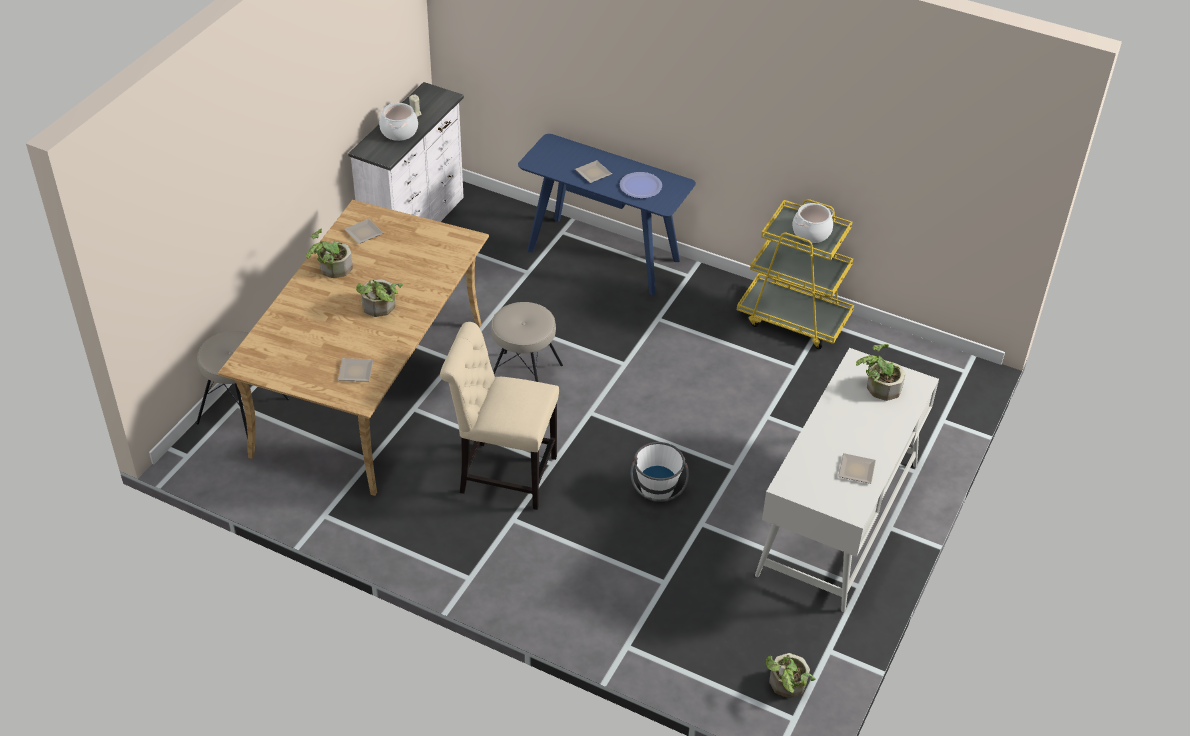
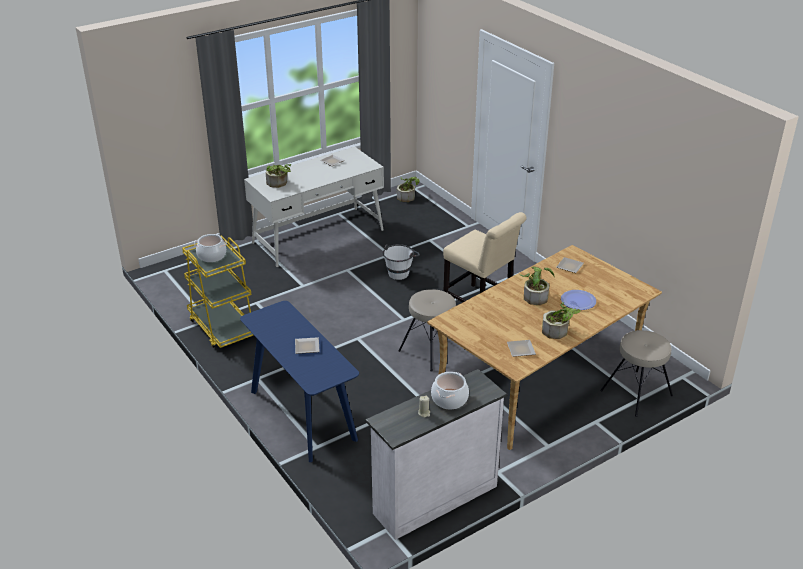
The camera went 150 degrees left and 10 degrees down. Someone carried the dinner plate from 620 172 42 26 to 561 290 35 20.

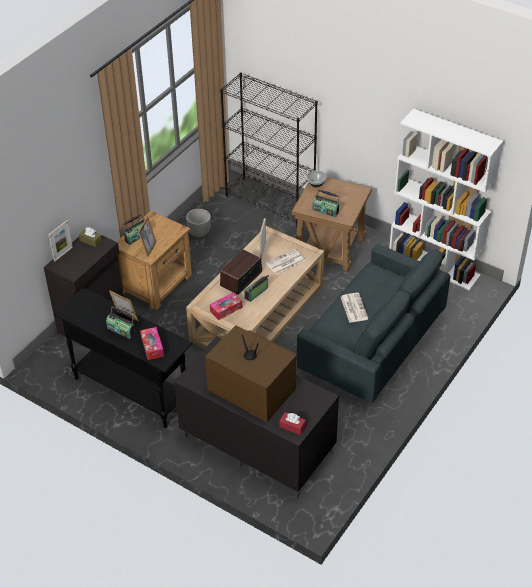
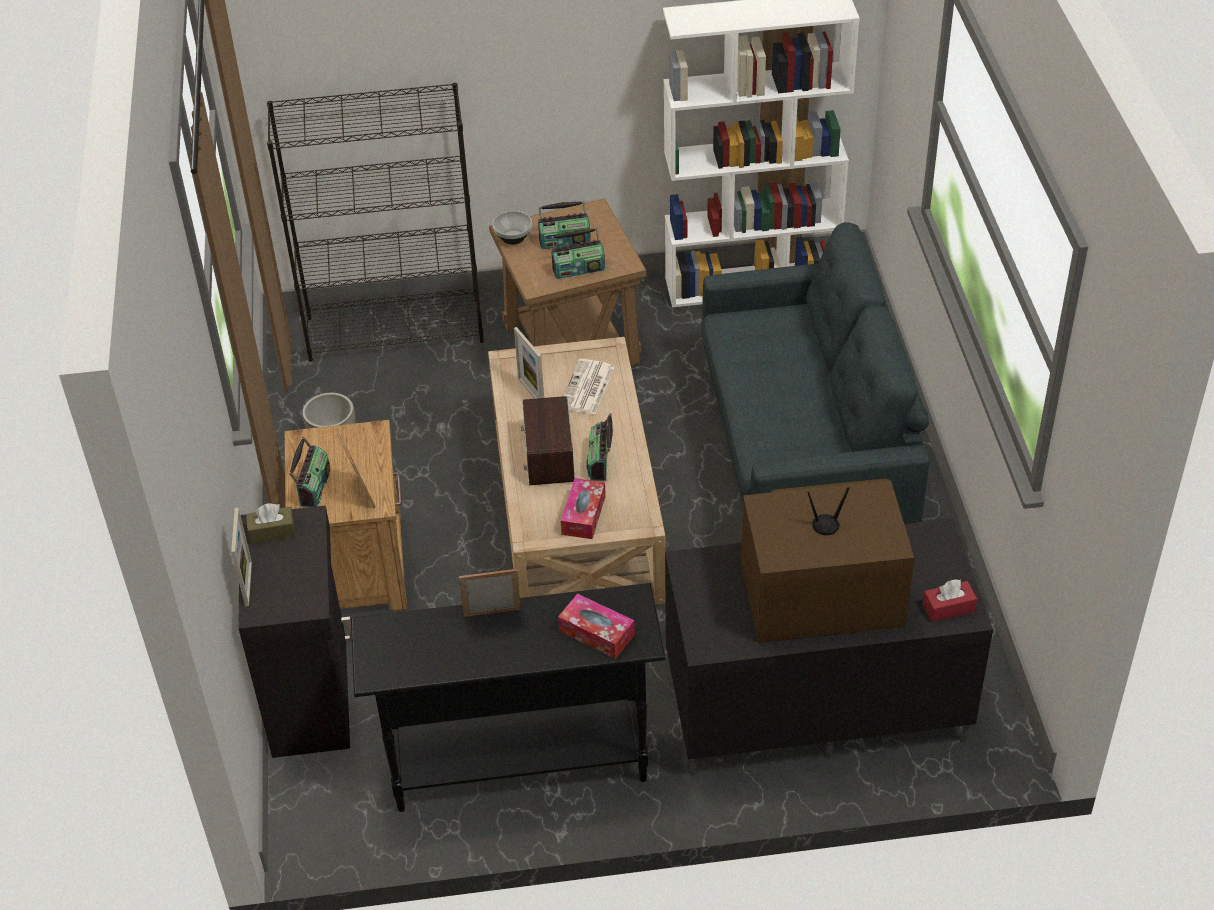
The camera went 40 degrees left and 0 degrees up. Someone carried the radio receiver from 106 306 29 33 to 538 201 53 48. Someone took away the printed paper at 341 293 27 30.

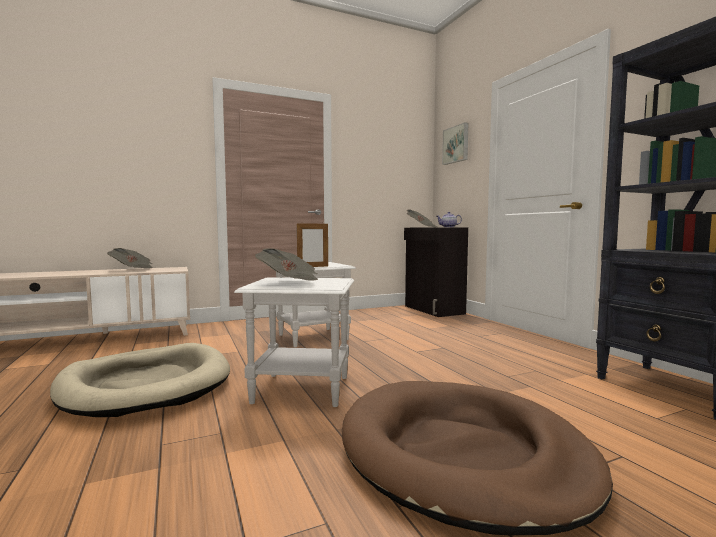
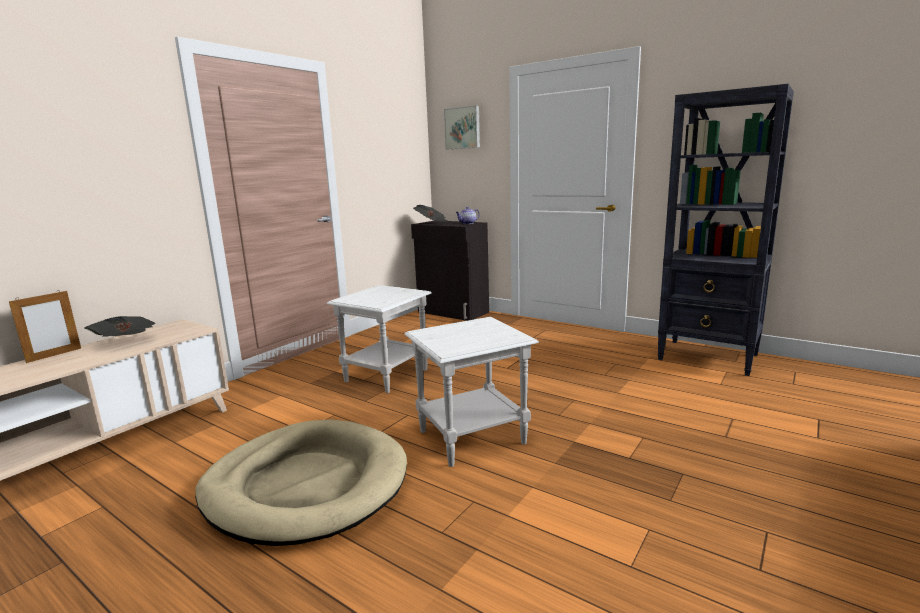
The camera went 30 degrees left and 10 degrees up. Someone carried the photo frame from 297 223 31 44 to 9 290 72 73. Someone took away the printed paper at 255 248 63 33. Someone took away the dog bed (brownish) at 342 381 271 154.

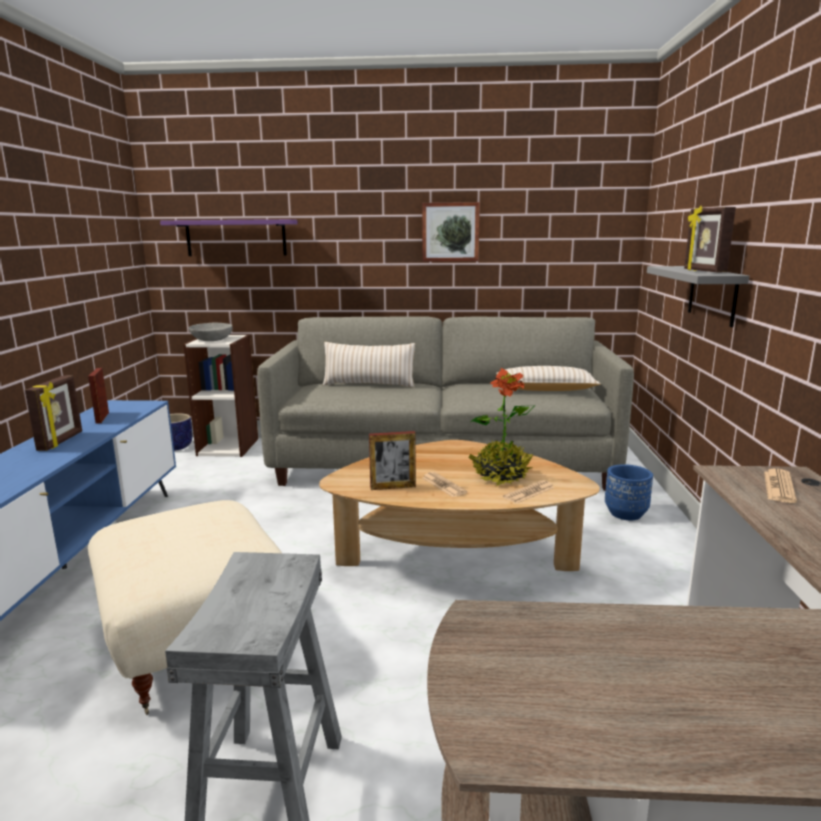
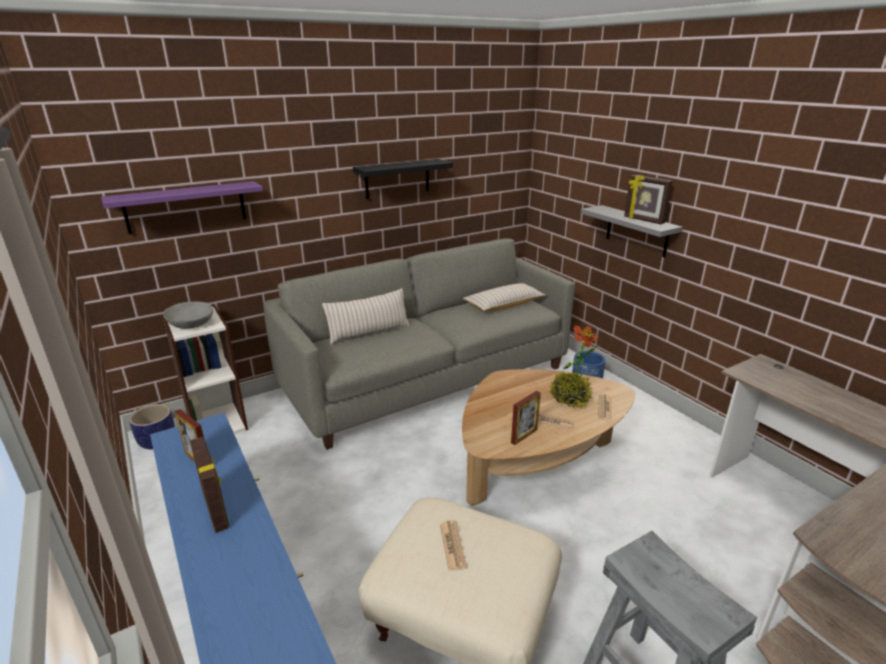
The camera went 35 degrees left and 10 degrees up. Someone swapped the picture at 422 202 58 59 for the wall shelf (black-coloured) at 353 159 100 40. Someone carried the printed paper from 764 469 33 34 to 440 520 27 51.

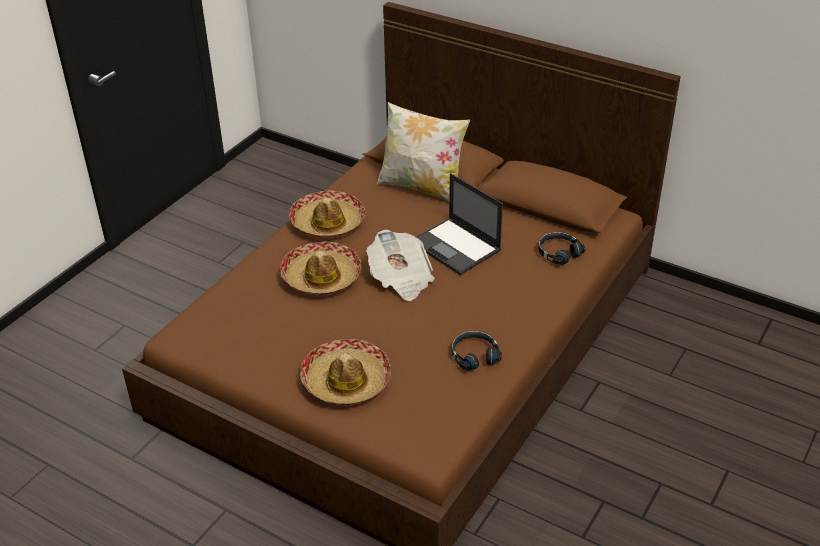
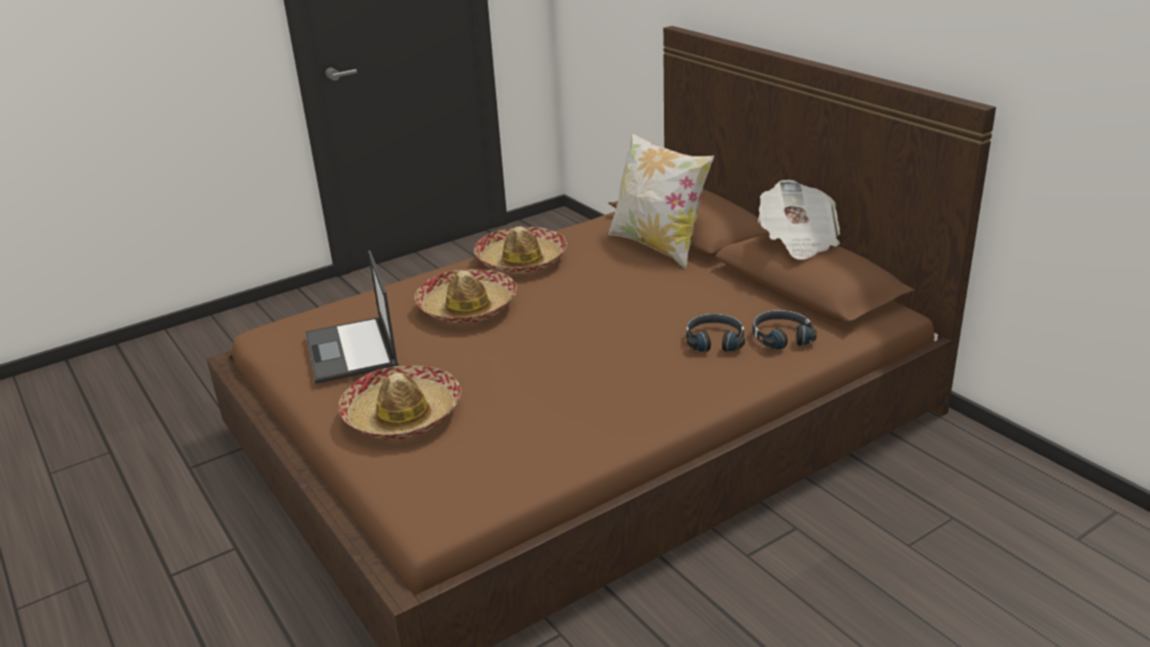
The camera went 25 degrees right and 10 degrees down. Someone carried the portable computer from 416 173 87 102 to 305 250 94 134. Someone carried the pair of headphones (black-coloured) from 452 331 50 40 to 686 313 59 39. Someone carried the printed paper from 366 229 69 72 to 758 180 82 80.

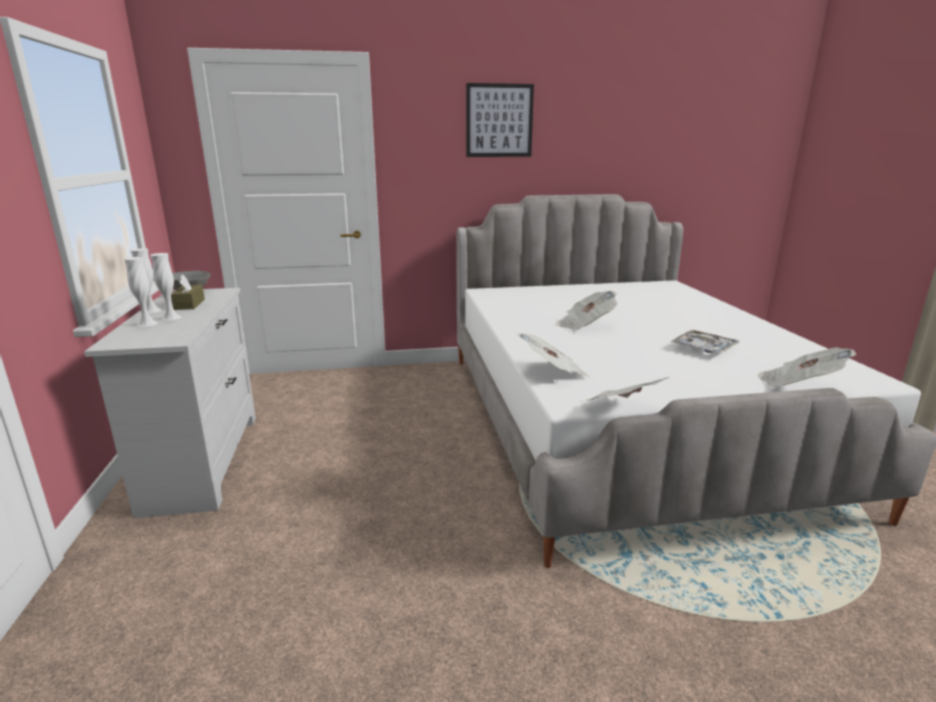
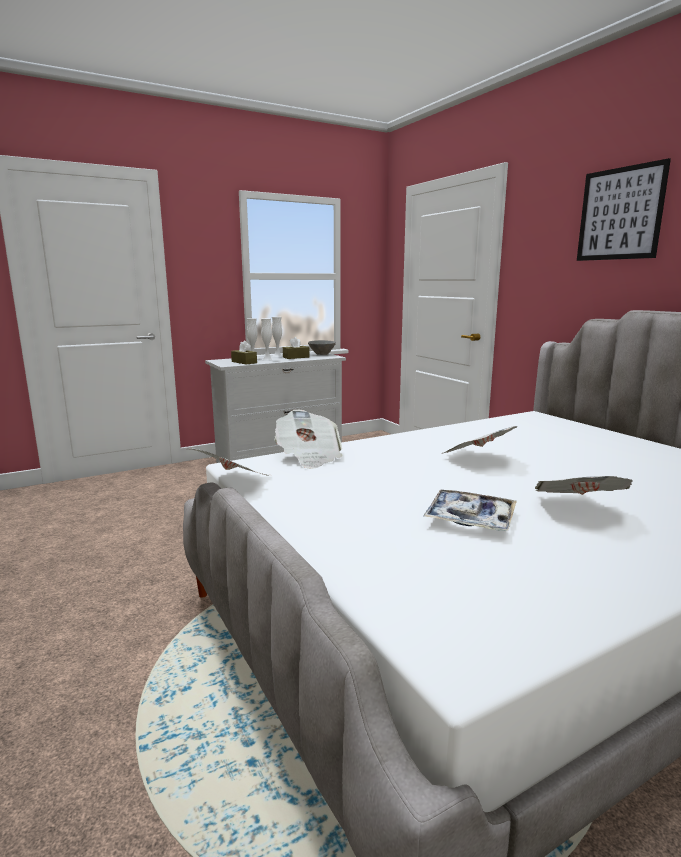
The camera went 70 degrees right and 5 degrees down. Someone put down the tissue holder (brownish) at 231 341 26 23. Someone carried the printed paper from 757 347 99 40 to 535 476 98 19.

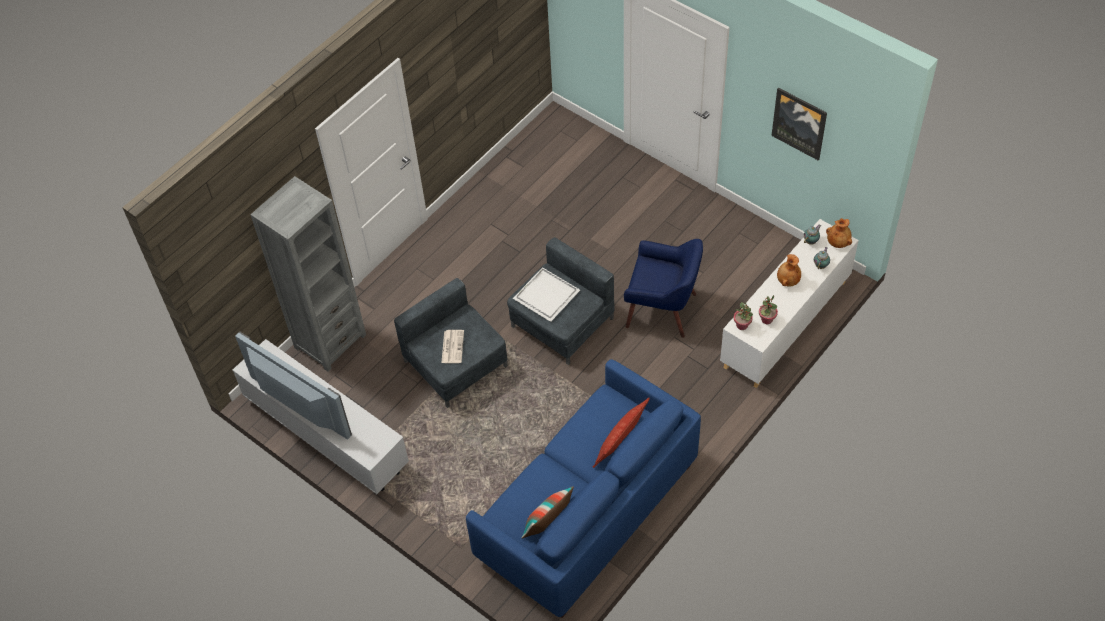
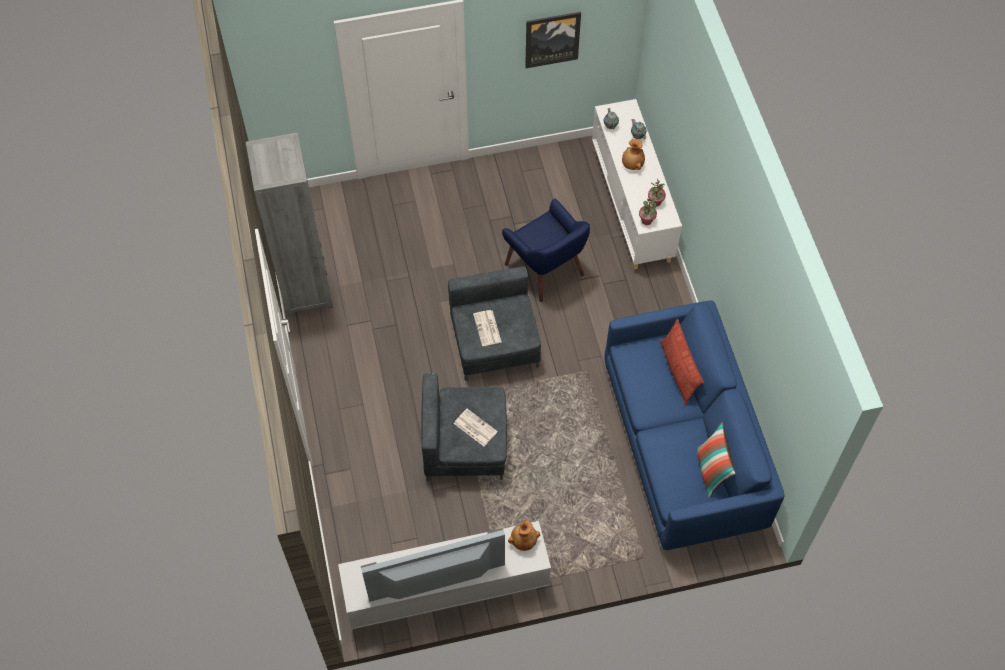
The camera went 55 degrees left and 5 degrees up. Someone carried the bookcase (greyish) from 251 176 115 196 to 246 133 87 184. Someone swapped the serving tray (whitish) at 513 267 67 55 for the printed paper at 473 310 29 36. Someone rotated the easy chair (blue) at 624 239 79 99 by 90 degrees clockwise. Someone carried the flower vase (brownish) from 826 218 26 30 to 508 520 32 31.

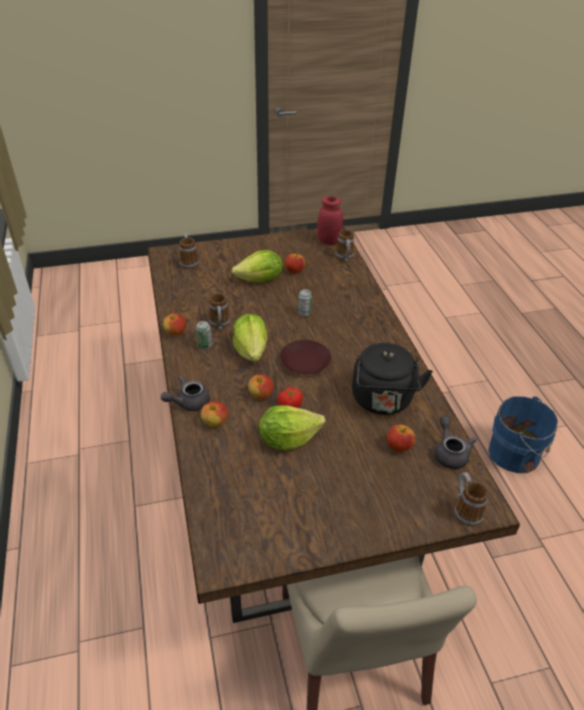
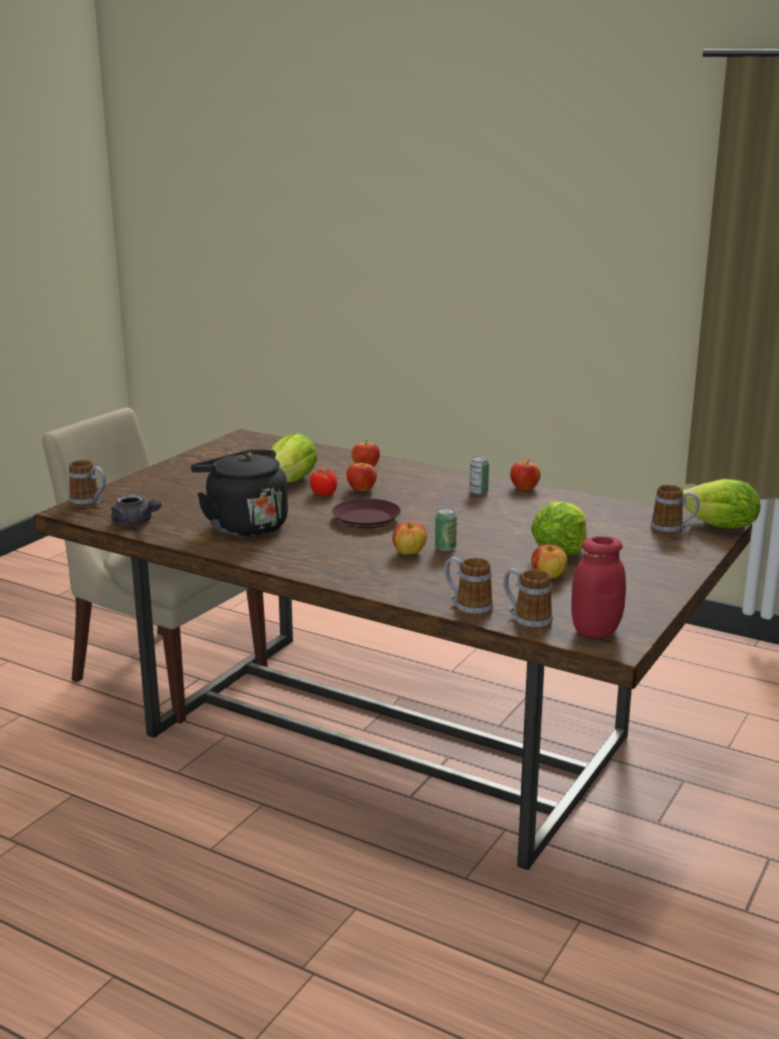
The camera went 135 degrees right and 20 degrees down. Someone carried the whole apple from 387 425 28 27 to 392 522 35 33. Someone carried the mug from 209 293 21 37 to 444 557 49 61. Someone carried the lettuce head from 233 314 35 47 to 683 479 78 50. Someone took away the tea pot (greyish) at 161 376 49 35. Someone took away the water bucket (blue) at 488 396 70 77.

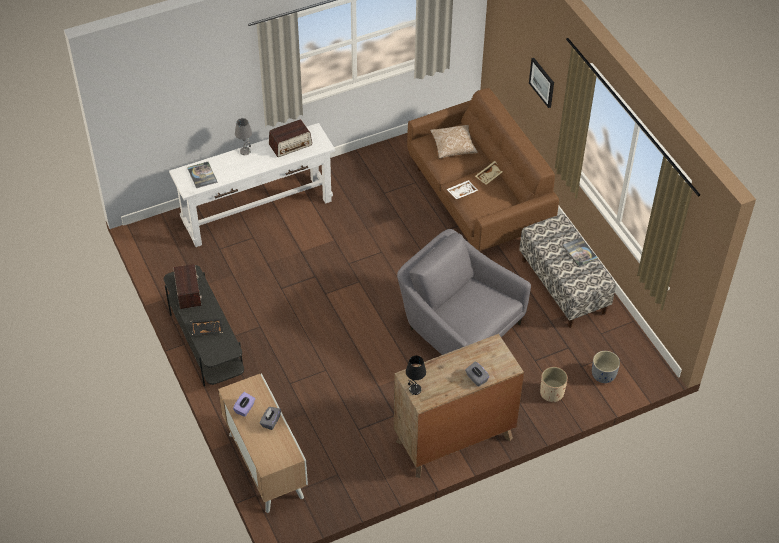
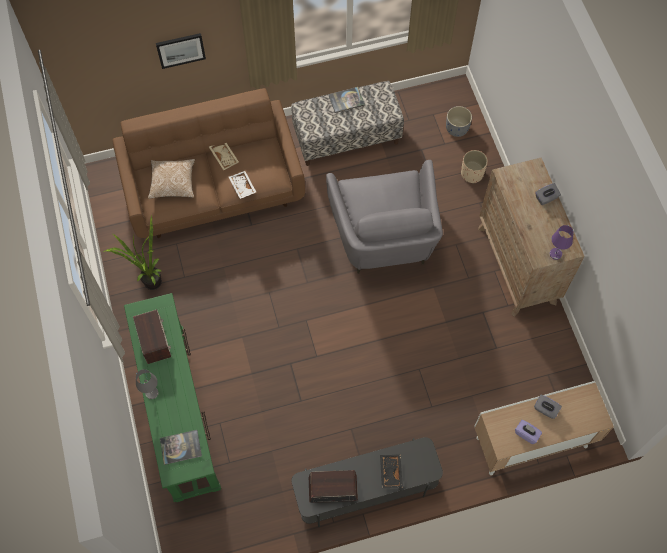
The camera went 80 degrees left and 15 degrees up. Someone put down the potted plant at 103 216 59 74. Someone repainted the console table (whitish) at 169 123 166 124, which became the console table (green) at 124 293 97 209. Someone rotated the easy chair (greyish) at 397 229 134 126 by 60 degrees counterclockwise. Someone repainted the table lamp (black-coloured) at 406 356 20 39, which became the table lamp (purplish) at 550 225 24 35.

